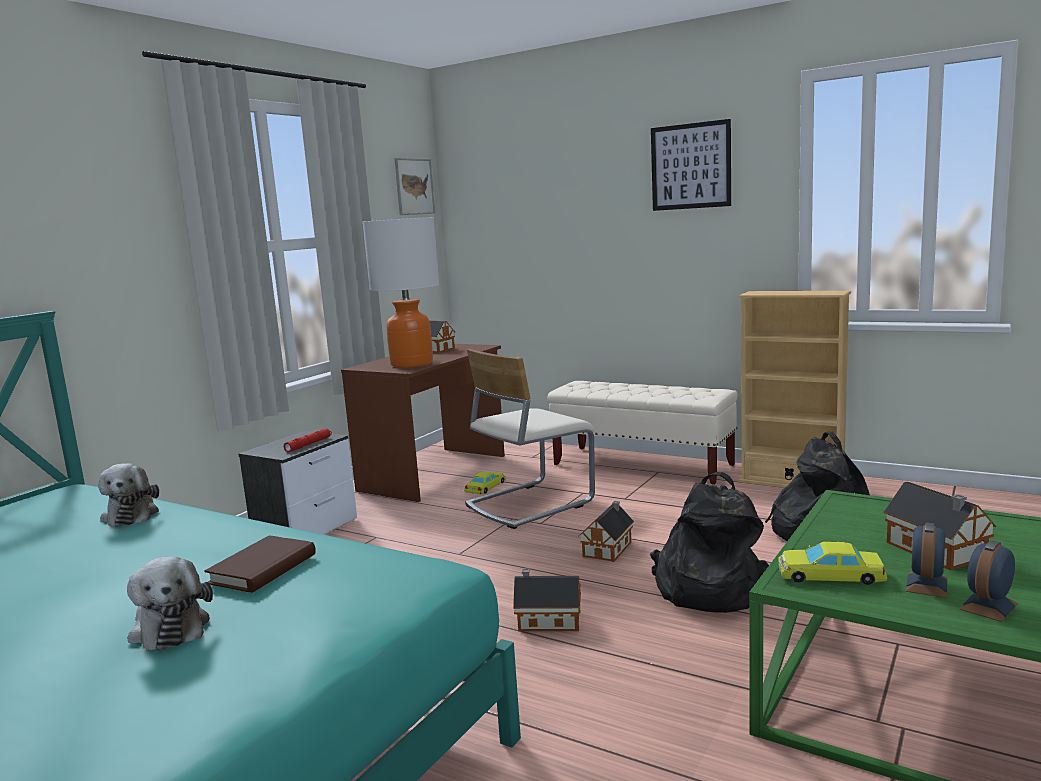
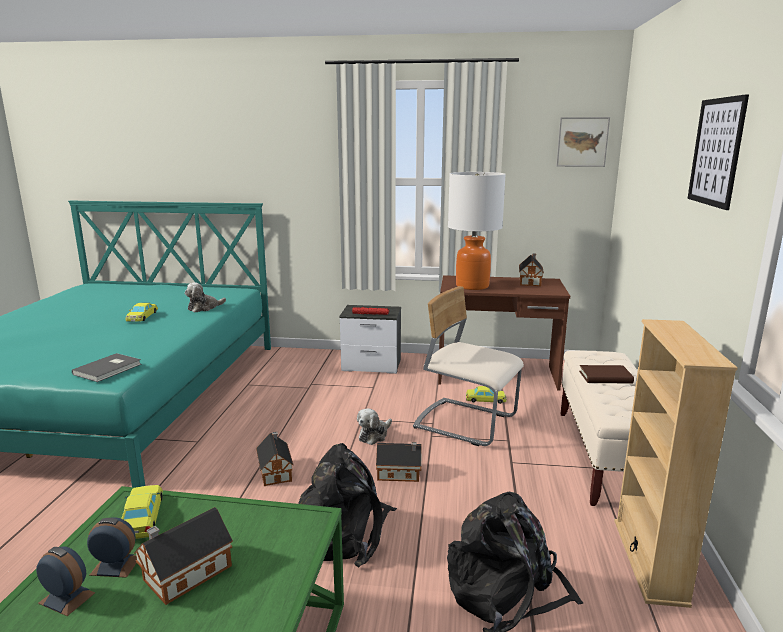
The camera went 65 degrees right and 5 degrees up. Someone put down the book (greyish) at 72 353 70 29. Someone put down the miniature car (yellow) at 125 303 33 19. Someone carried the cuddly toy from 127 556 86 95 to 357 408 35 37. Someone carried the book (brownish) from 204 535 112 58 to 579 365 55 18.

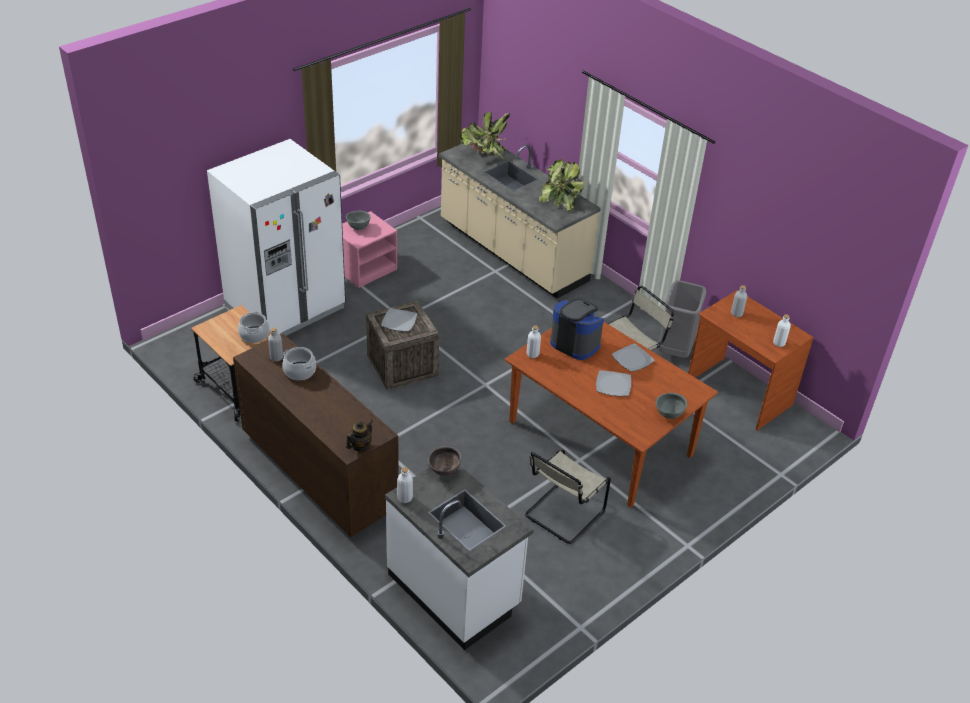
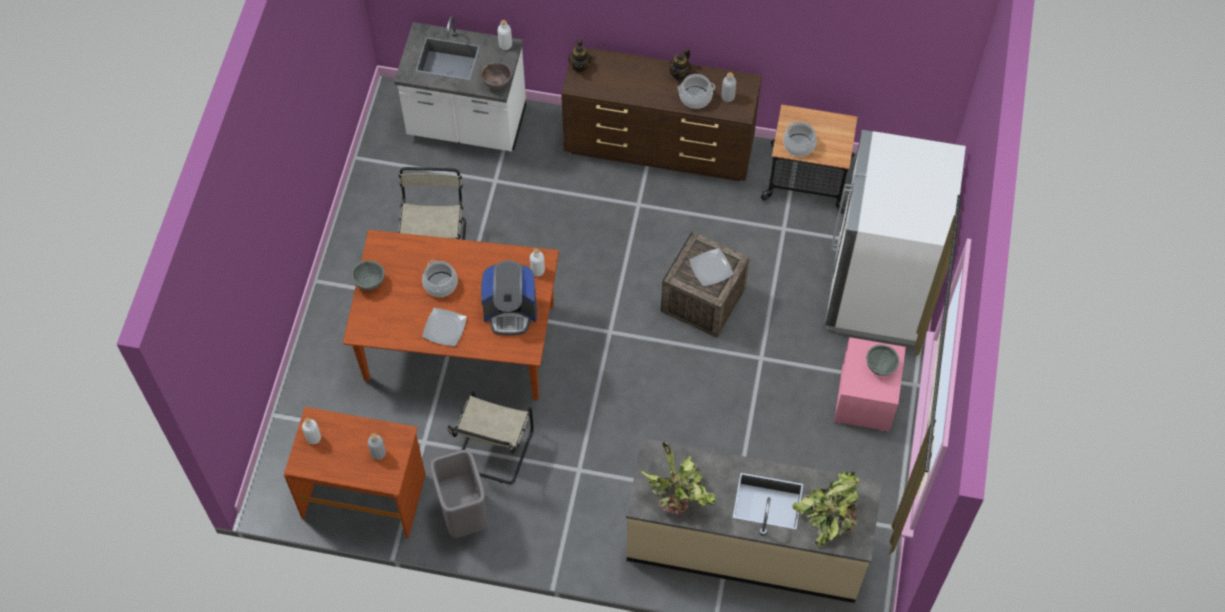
The camera went 145 degrees right and 20 degrees up. Someone swapped the dinner plate at 596 370 35 26 for the saucepot at 422 260 36 37. Someone put down the tea pot at 669 48 22 32.

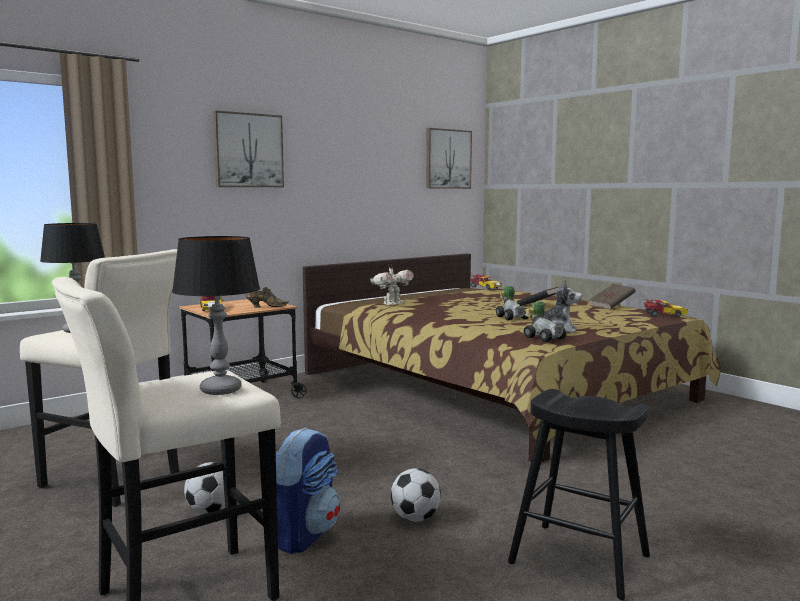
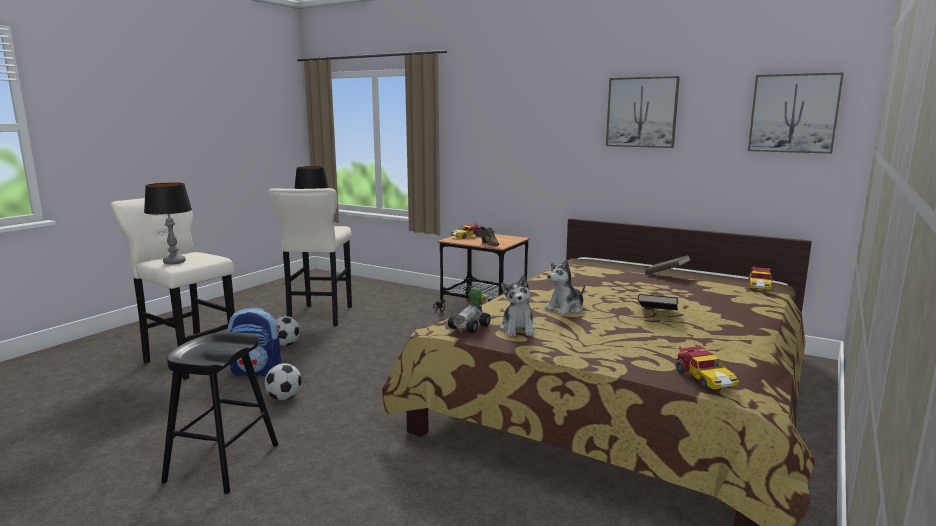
The camera went 70 degrees right and 5 degrees up. Someone swapped the miniature car at 496 286 33 34 for the cuddly toy at 545 259 40 56. Someone carried the picture from 213 110 71 77 to 606 76 74 72. Someone carried the book (brownish) from 589 284 46 25 to 644 255 47 20. Someone took away the toy robot at 370 264 44 41.

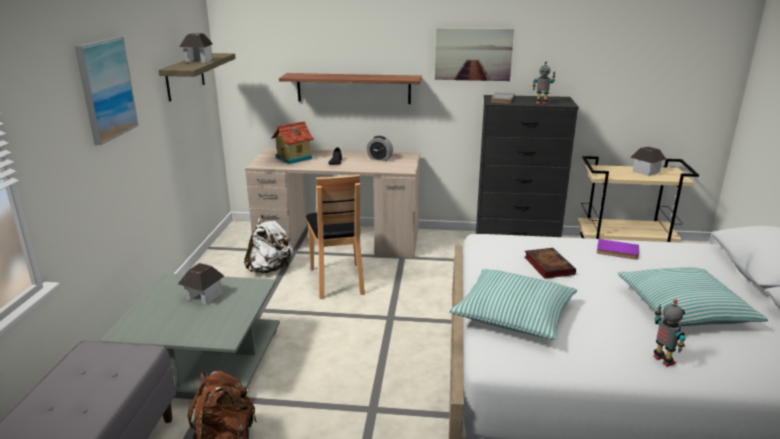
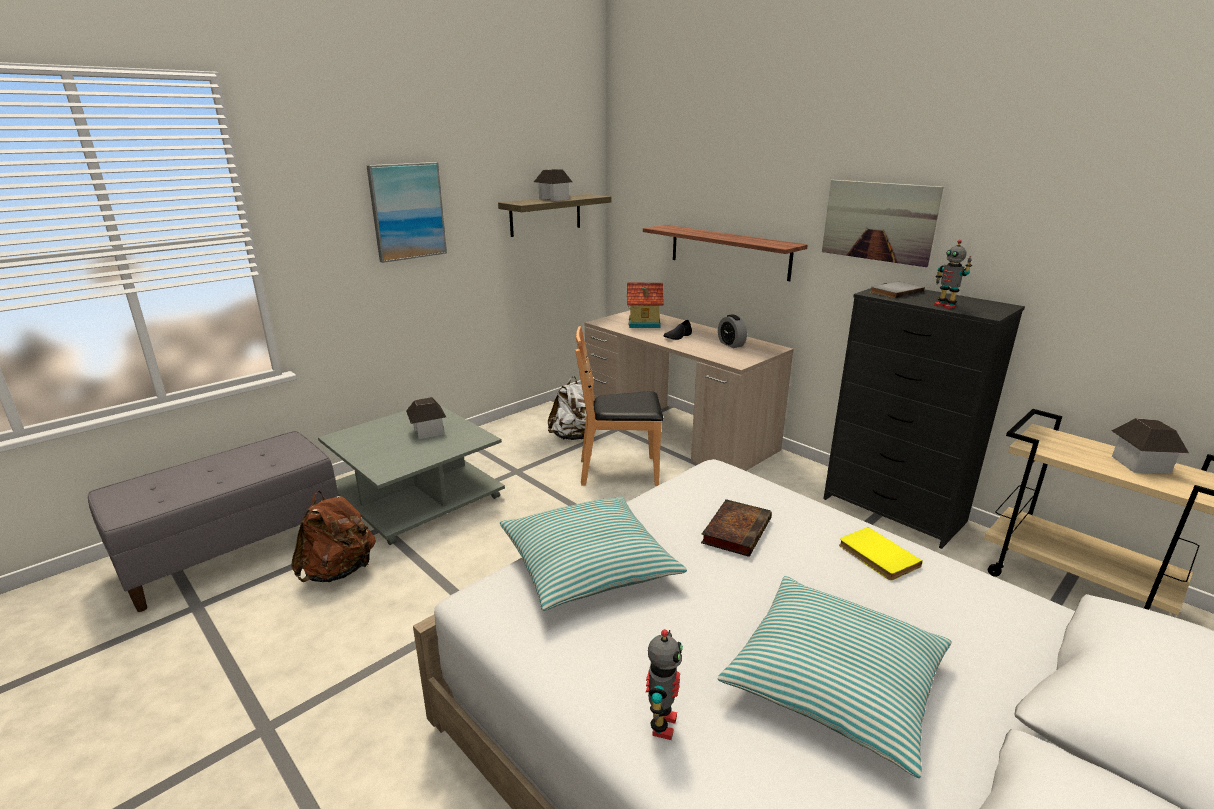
The camera went 40 degrees right and 0 degrees up. Someone rotated the plain chair (brownish) at 306 175 59 124 by 60 degrees clockwise. Someone repainted the book (purplish) at 597 239 42 21, which became the book (yellow) at 839 527 84 53.

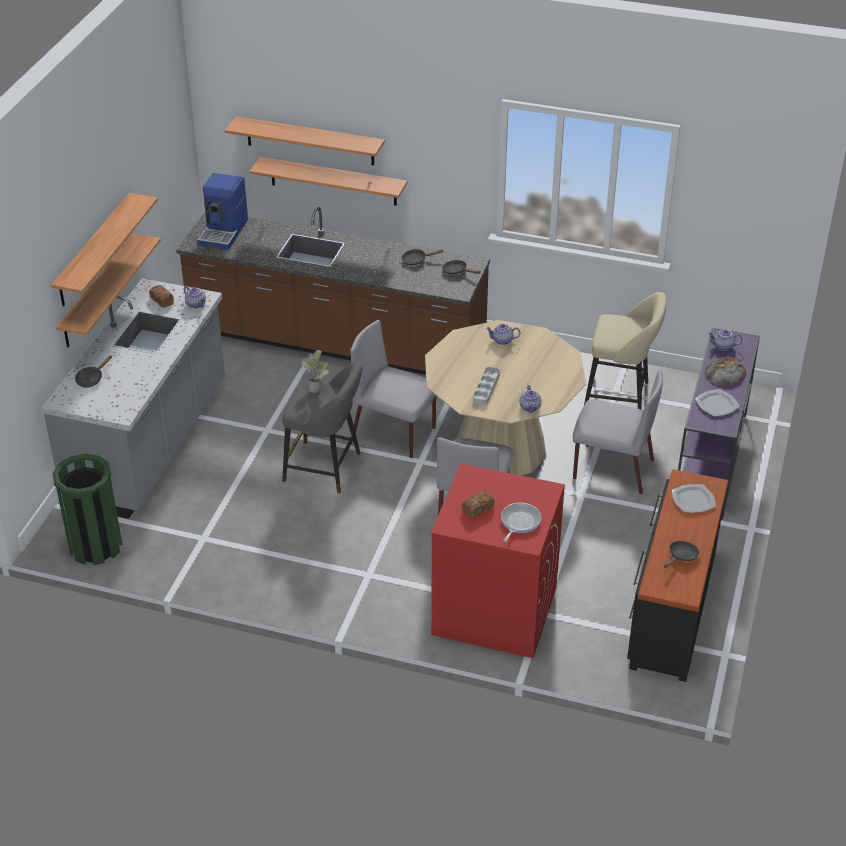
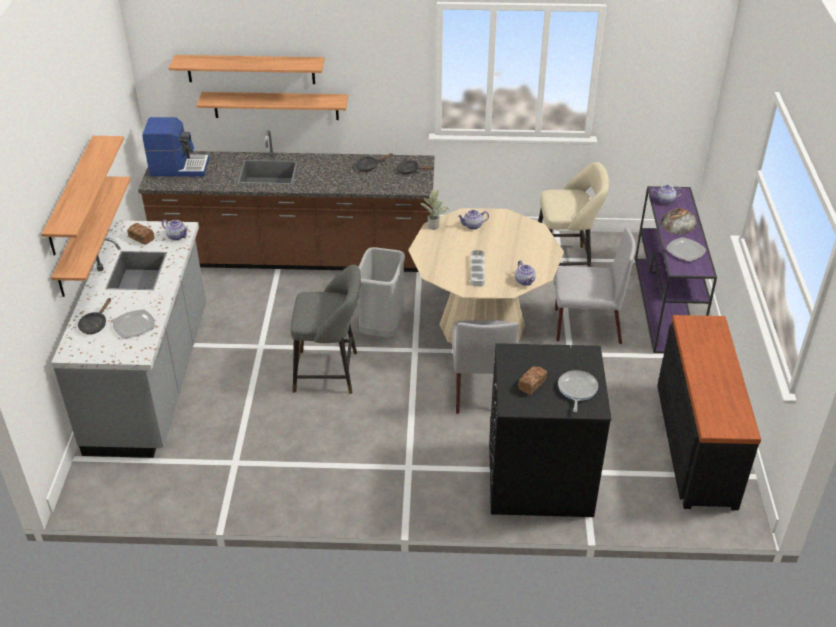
The camera went 15 degrees left and 0 degrees up. Someone carried the dinner plate from 672 484 44 29 to 113 309 42 29. Someone rotated the coffee brewer at 197 173 51 77 by 90 degrees counterclockwise. Someone swapped the plain chair (greyish) at 350 320 86 138 for the waste bin (greyish) at 358 247 47 90. Someone carried the potted plant from 302 350 27 43 to 421 190 28 40. Someone repainted the laundry machine (red) at 431 463 134 195, which became the laundry machine (black-coloured) at 489 343 122 174. Someone took away the waste bin (green) at 52 454 70 111. Someone took away the skillet (black-coloured) at 664 541 35 27.

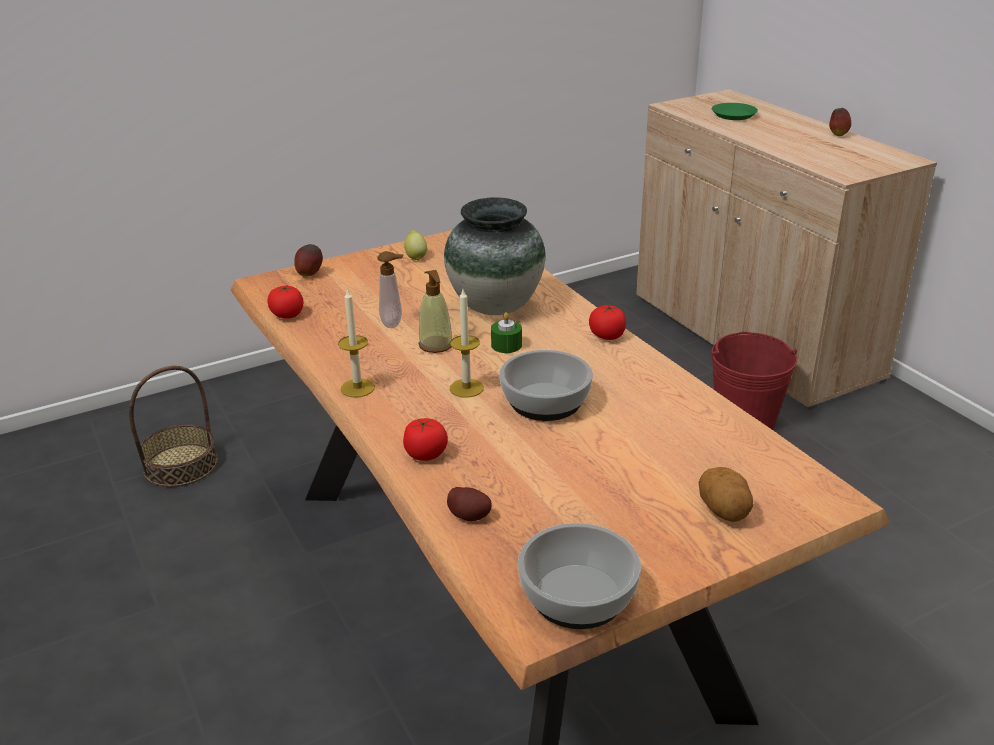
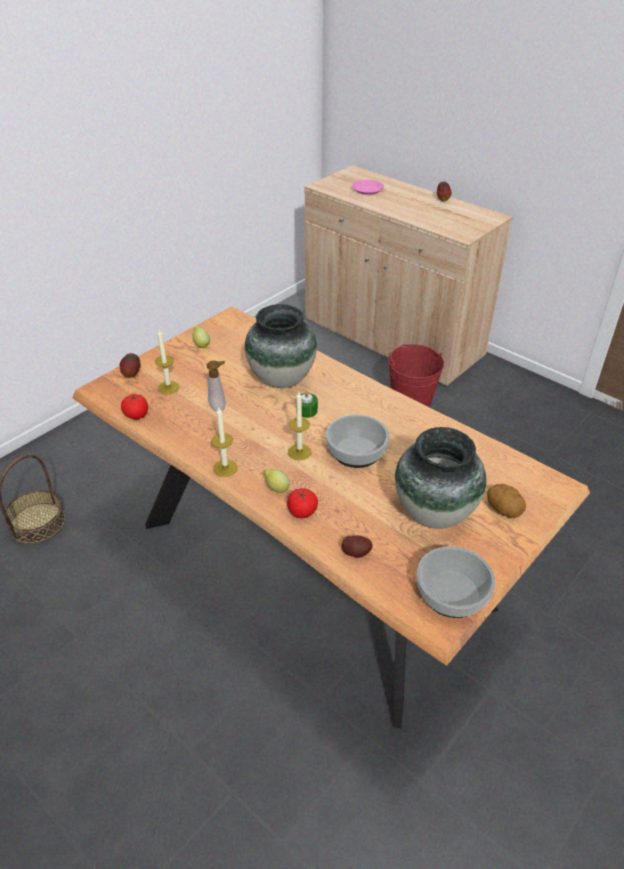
The camera went 20 degrees left and 10 degrees up. Someone put down the wax candle at 155 330 25 64. Someone put down the lemon at 264 469 26 24. Someone repainted the dinner plate (green) at 712 103 46 17, which became the dinner plate (pink) at 352 180 32 15. Someone put down the flower vase at 395 427 91 102. Someone took away the liquid soap bottle at 418 270 34 83. Someone took away the fresh tomato at 589 305 37 35.

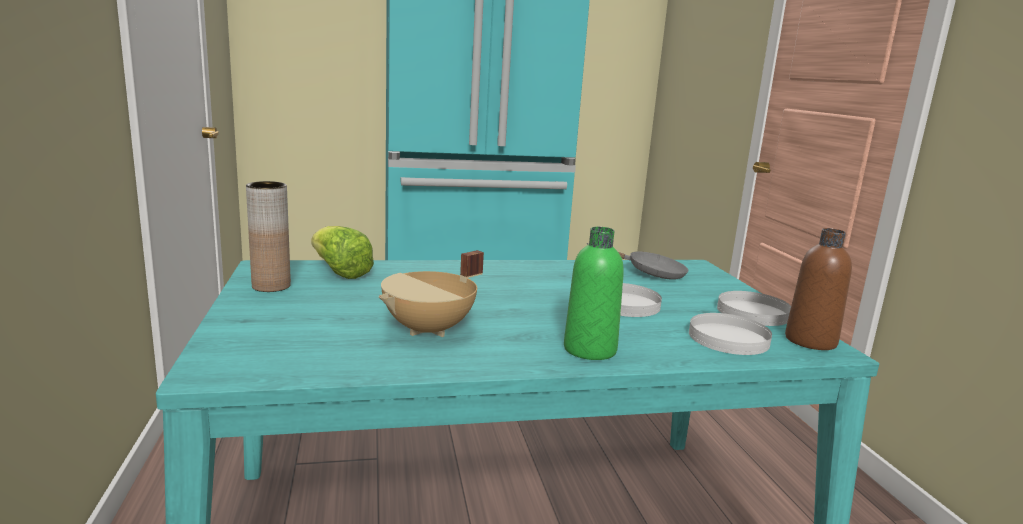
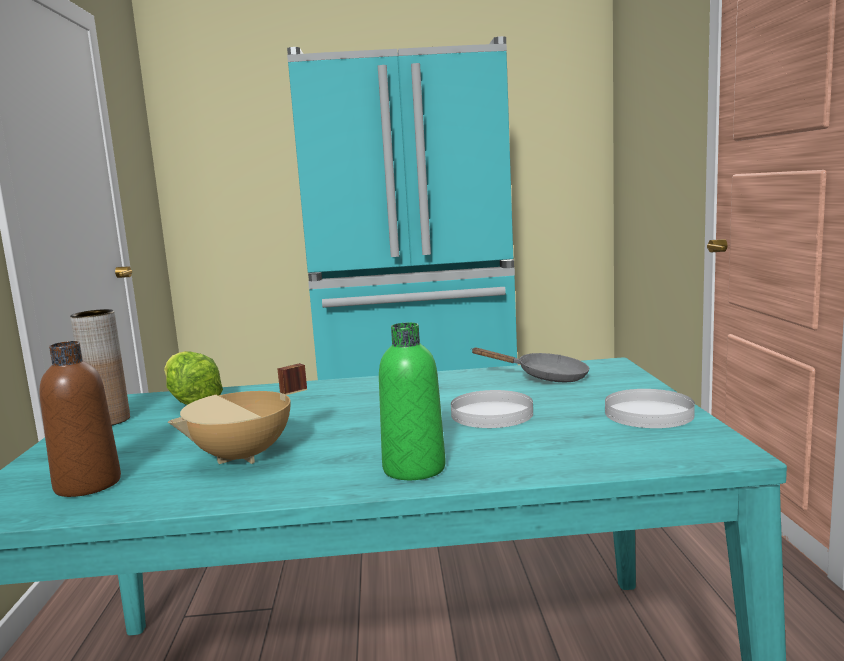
The camera went 10 degrees right and 5 degrees down. Someone carried the beverage bottle (brownish) from 785 228 67 122 to 39 341 82 156. Someone took away the dinner plate (whitish) at 689 313 83 42.

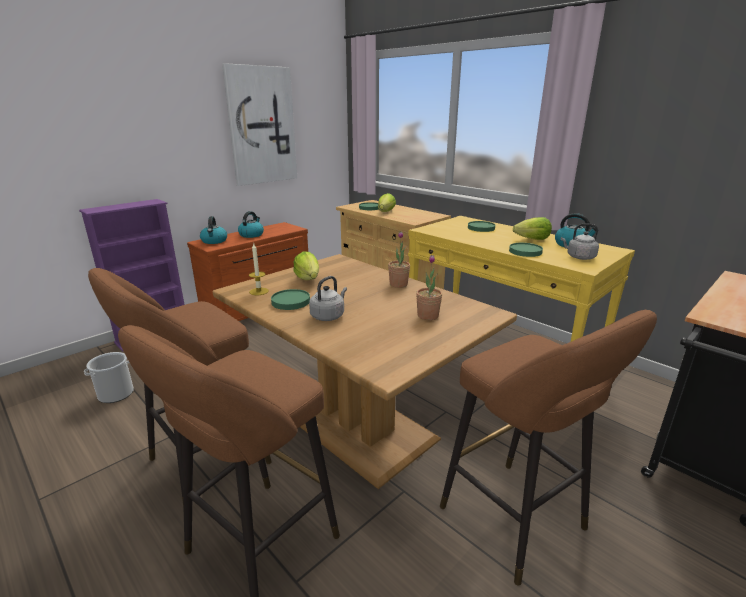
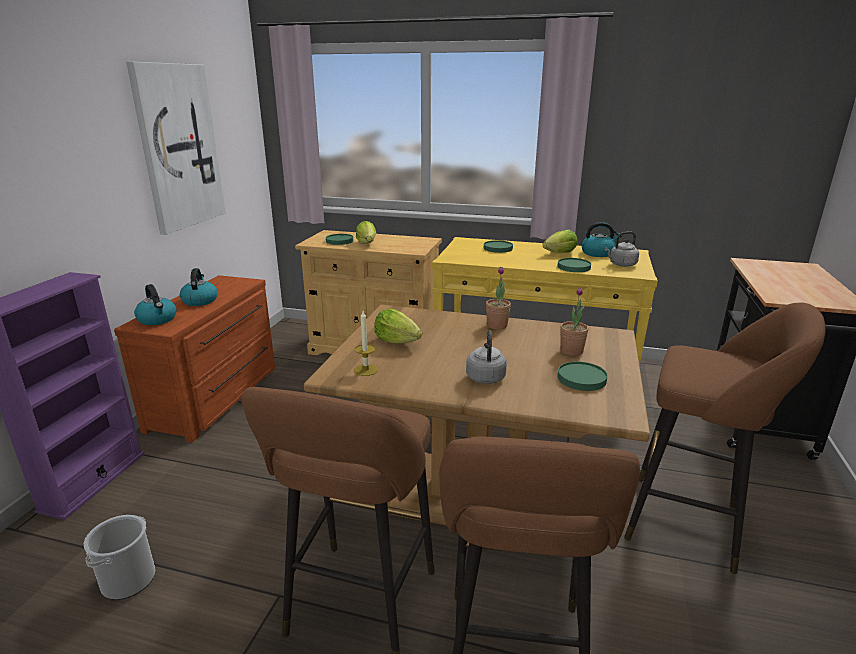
The camera went 30 degrees left and 0 degrees up. Someone carried the dinner plate (green) from 271 289 39 21 to 558 361 50 30.

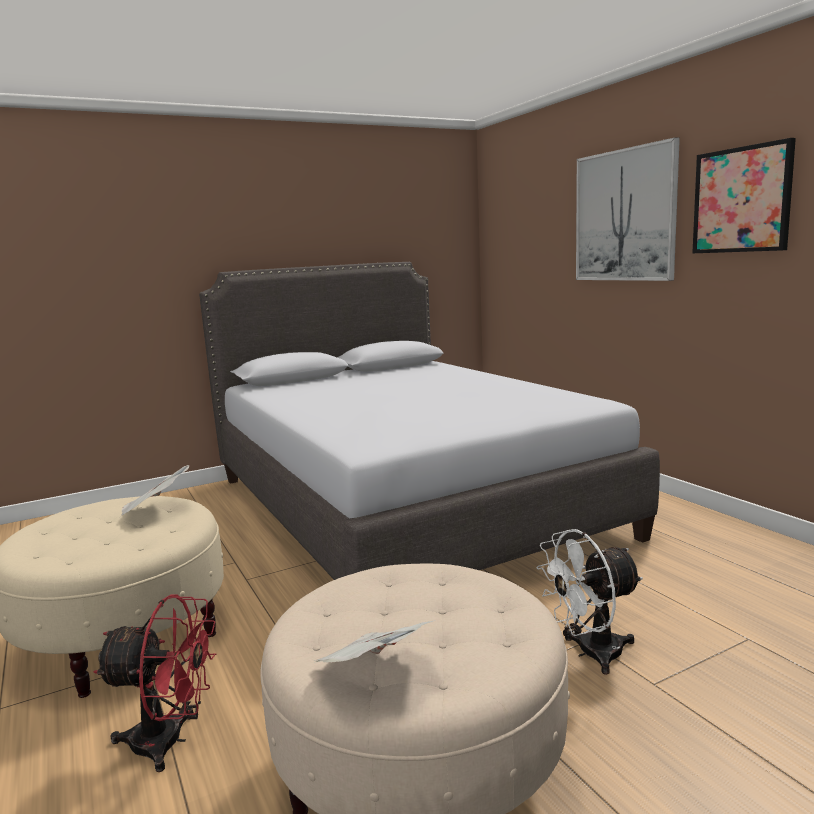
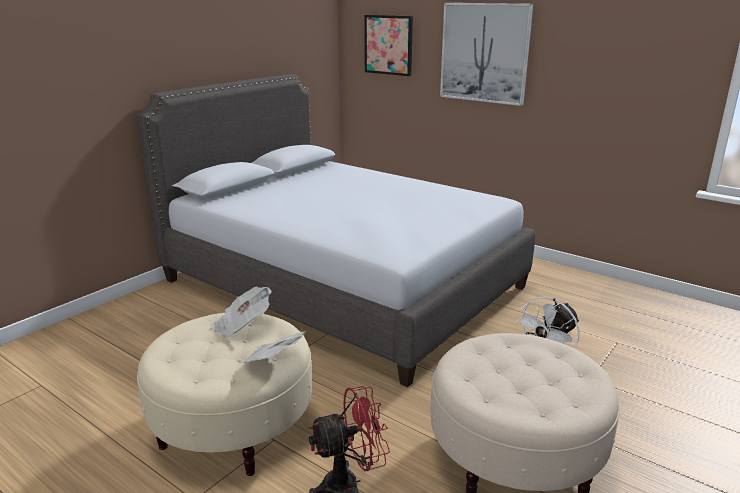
The camera went 25 degrees left and 10 degrees up. Someone carried the printed paper from 314 620 122 43 to 242 331 64 32. Someone carried the picture from 692 138 104 115 to 364 15 49 61.

